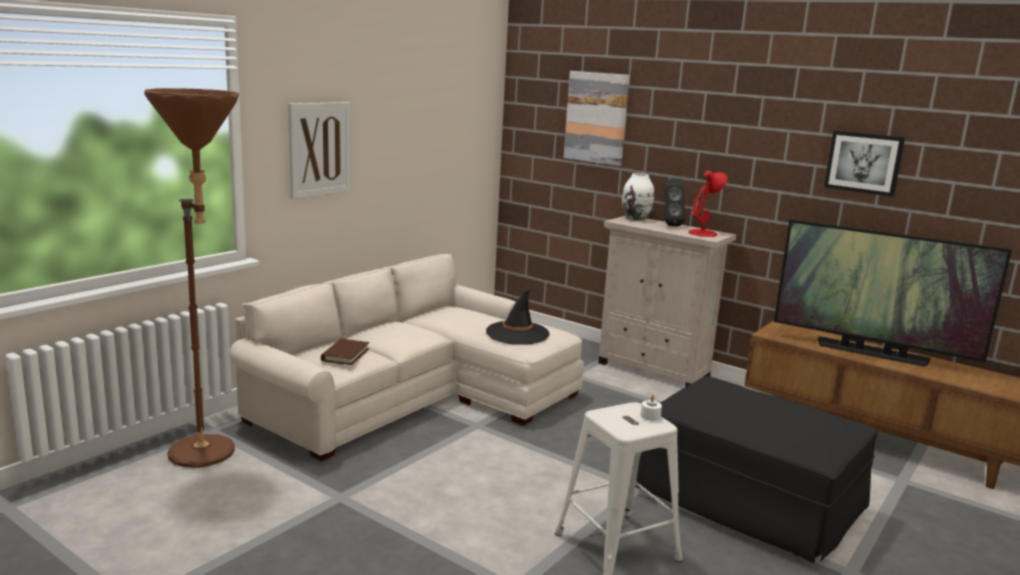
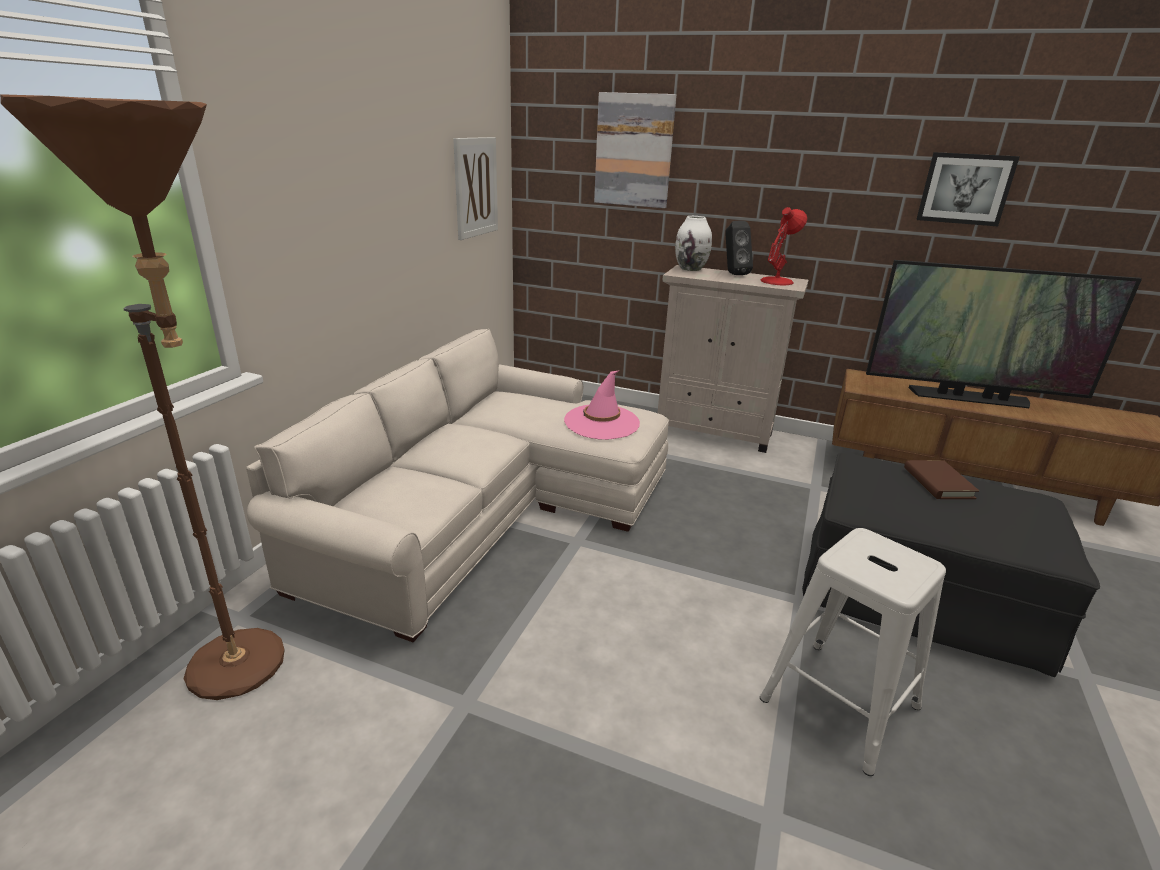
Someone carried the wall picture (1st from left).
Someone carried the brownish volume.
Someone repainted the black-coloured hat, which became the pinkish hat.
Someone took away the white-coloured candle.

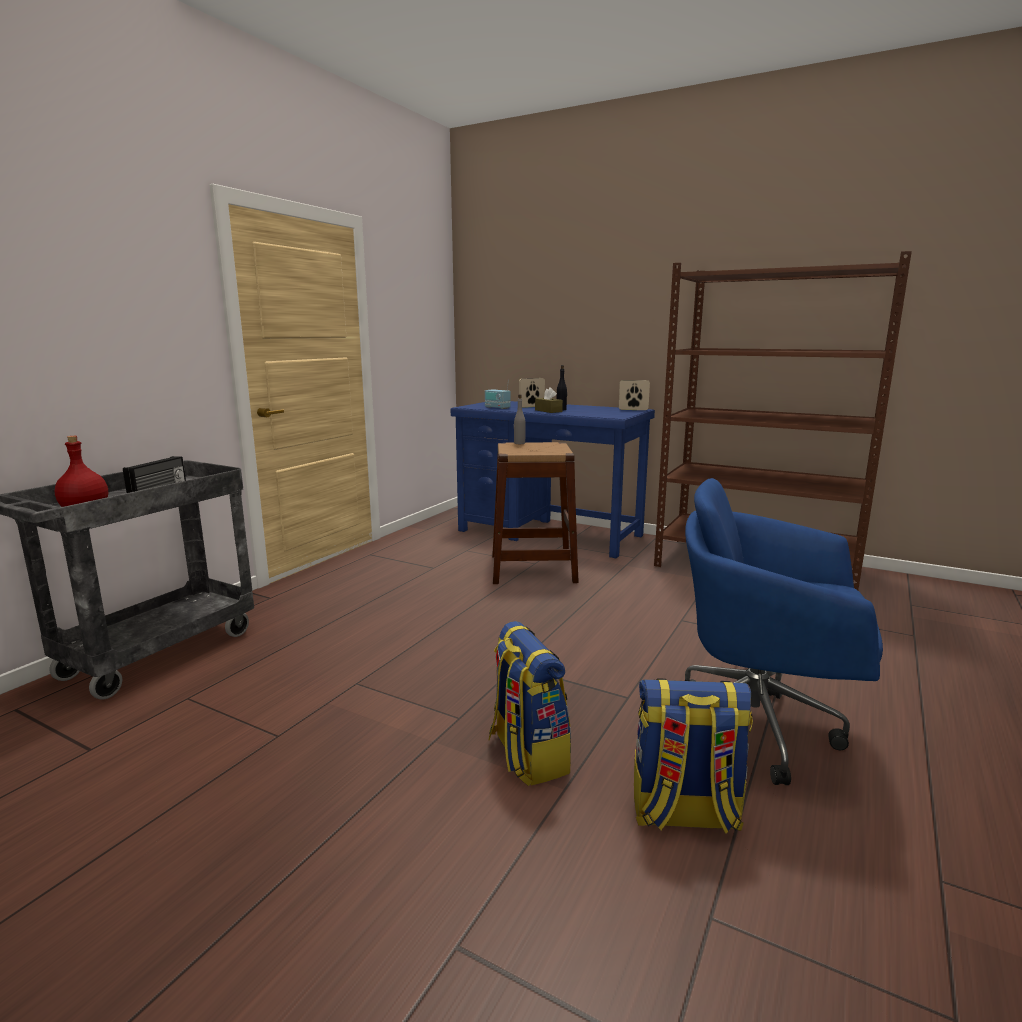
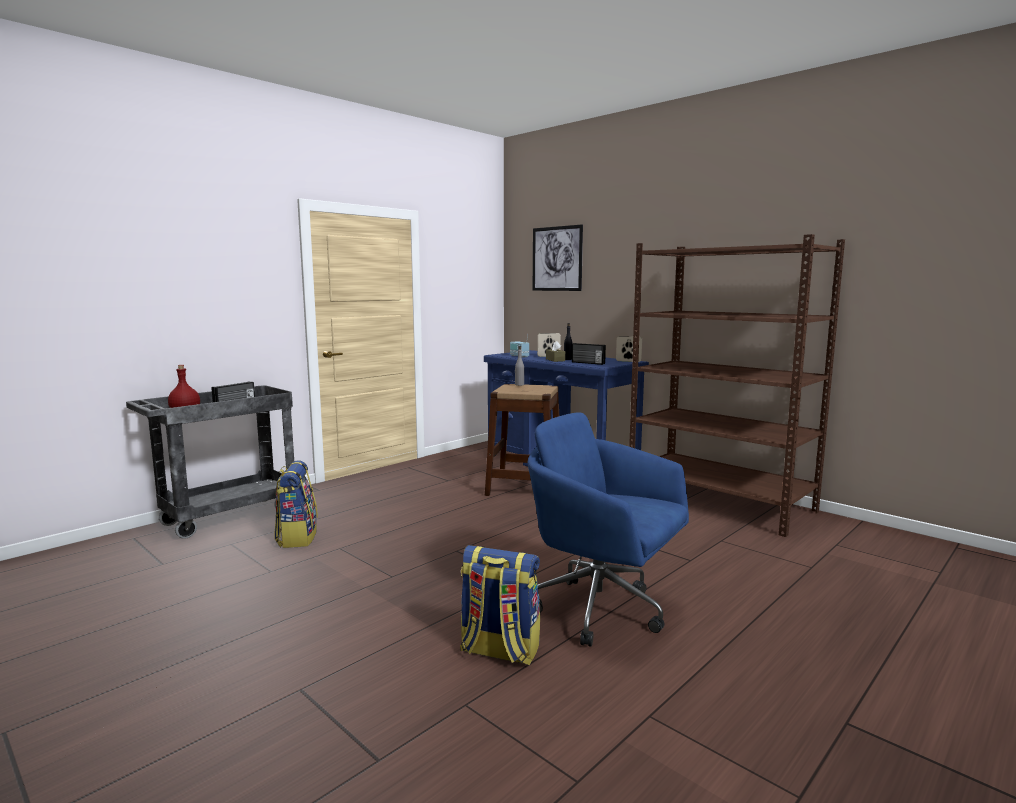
Someone carried the rucksack (1st from left).
Someone put up the wall picture.
Someone put down the radio (3rd from left).

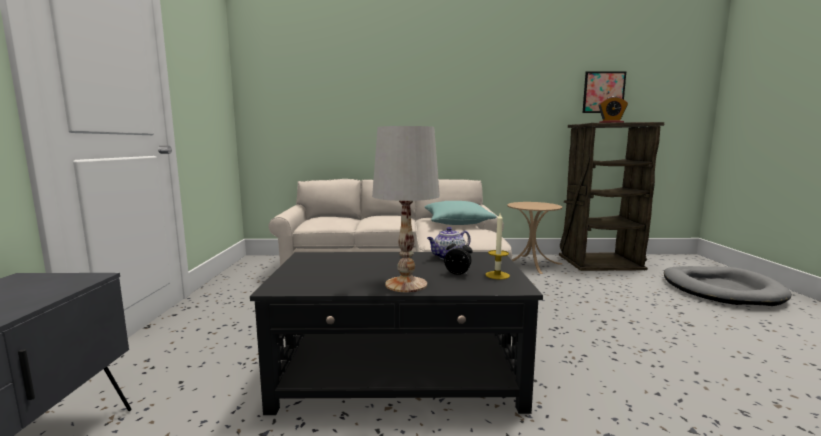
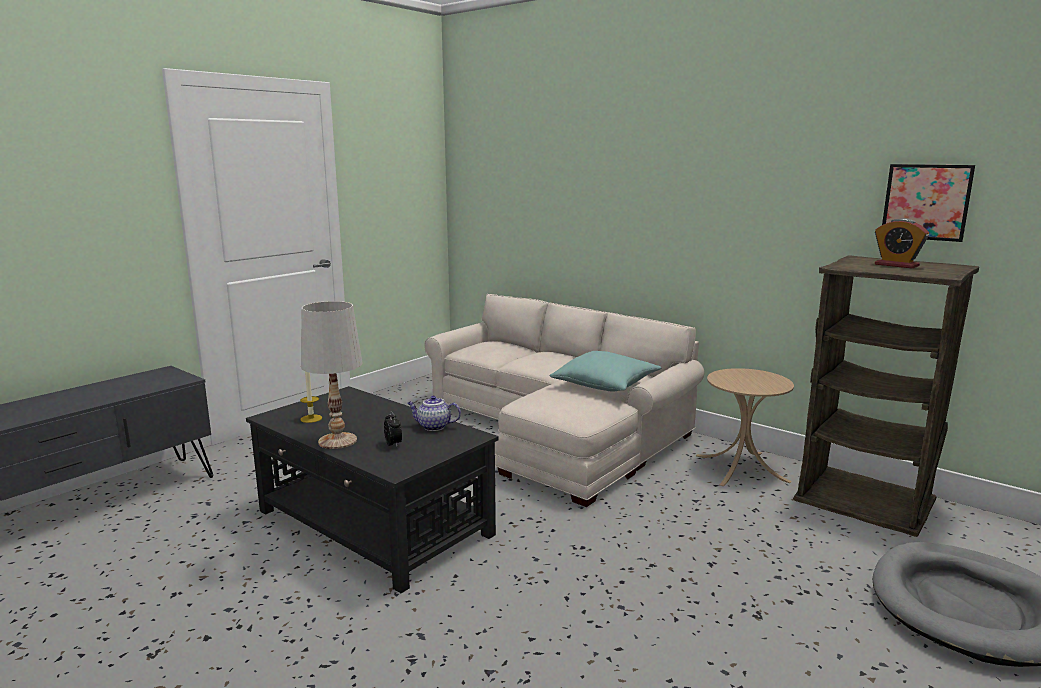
Someone carried the candle.

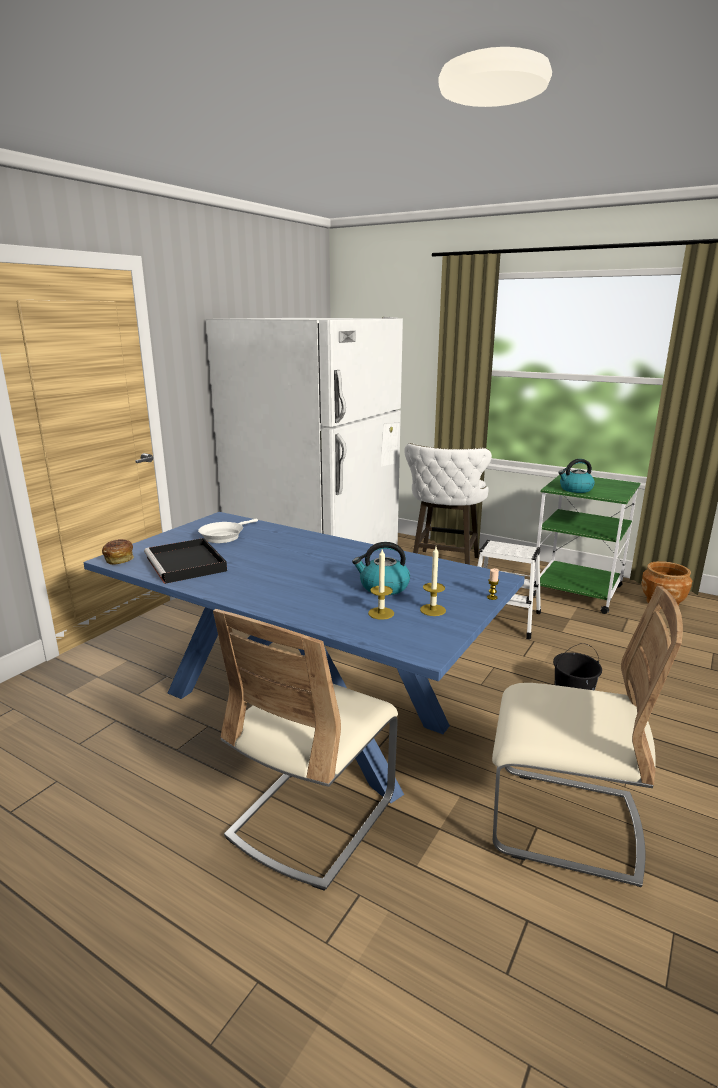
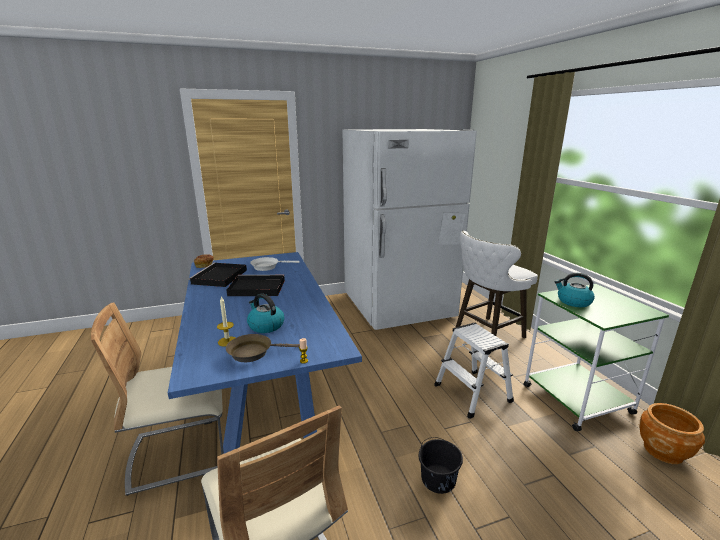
Someone swapped the candle (2nd from left) for the brownish skillet.
Someone put down the black-coloured tray (2nd from left).

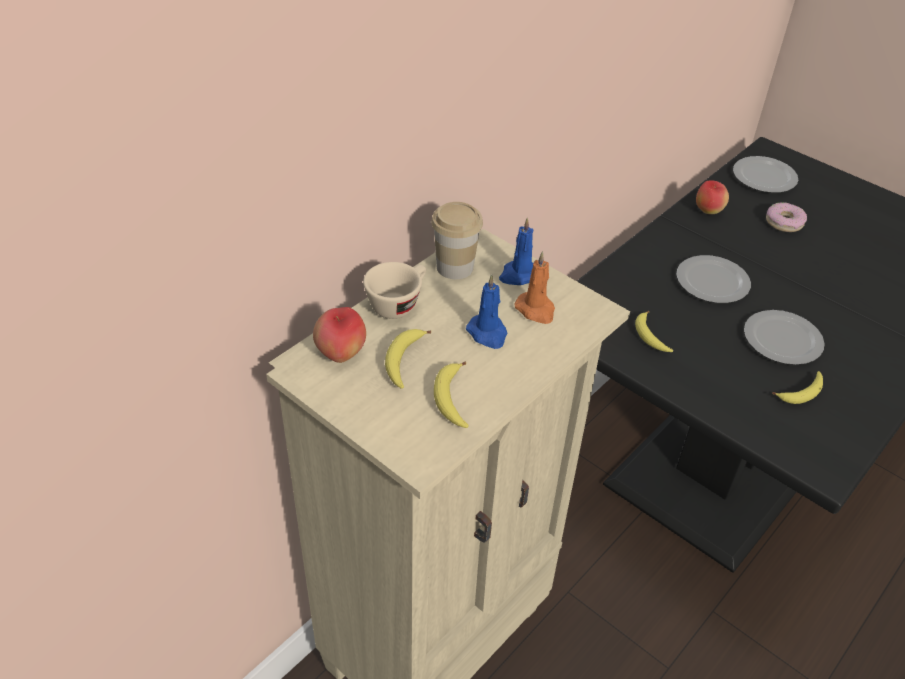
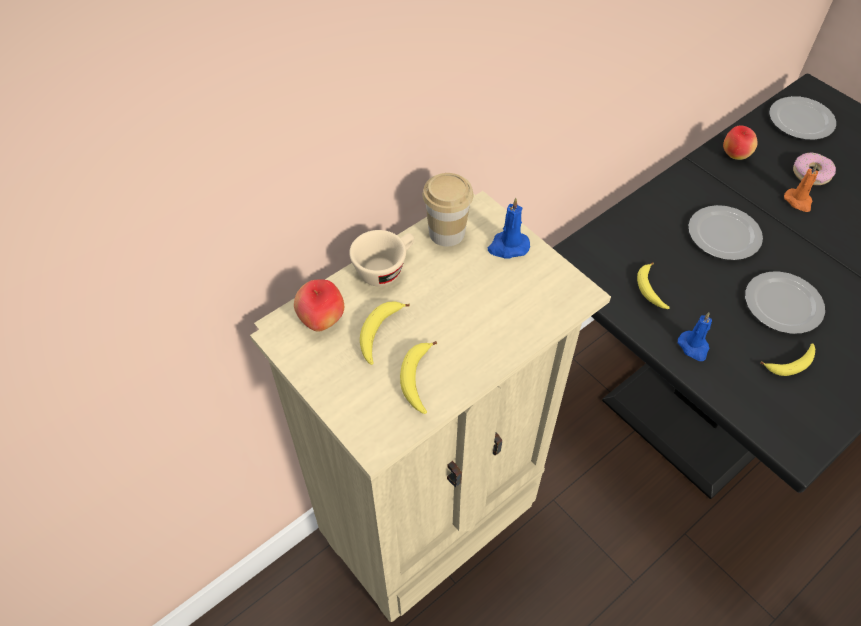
Someone carried the bluish candle (1st from left in the first image).
Someone carried the orange-coloured candle.

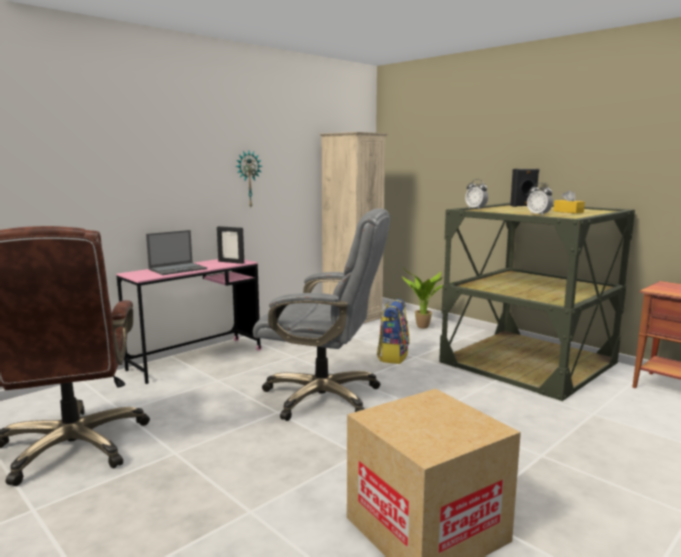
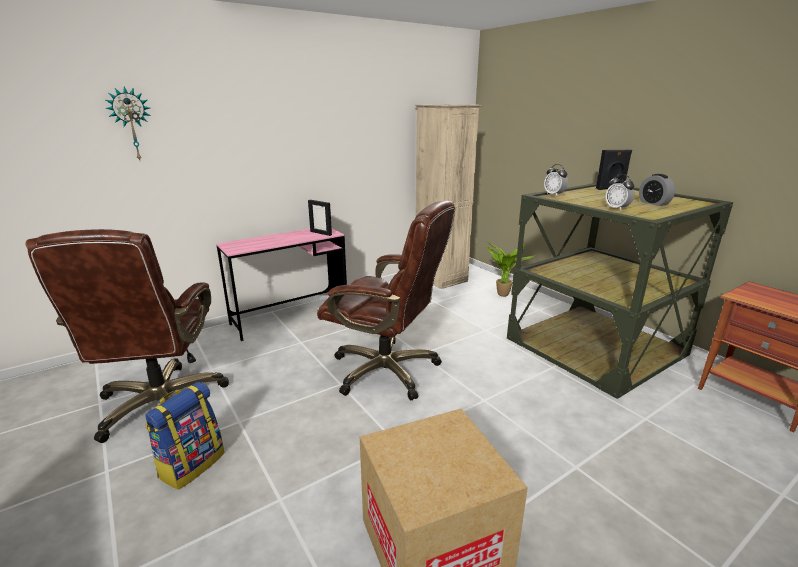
Someone took away the portable computer.
Someone carried the hanging clock.
Someone repainted the grey computer chair, which became the brownish computer chair (2nd from left).
Someone carried the rucksack.
Someone swapped the yellow-coloured tissue holder for the alarm clock (3rd from left).

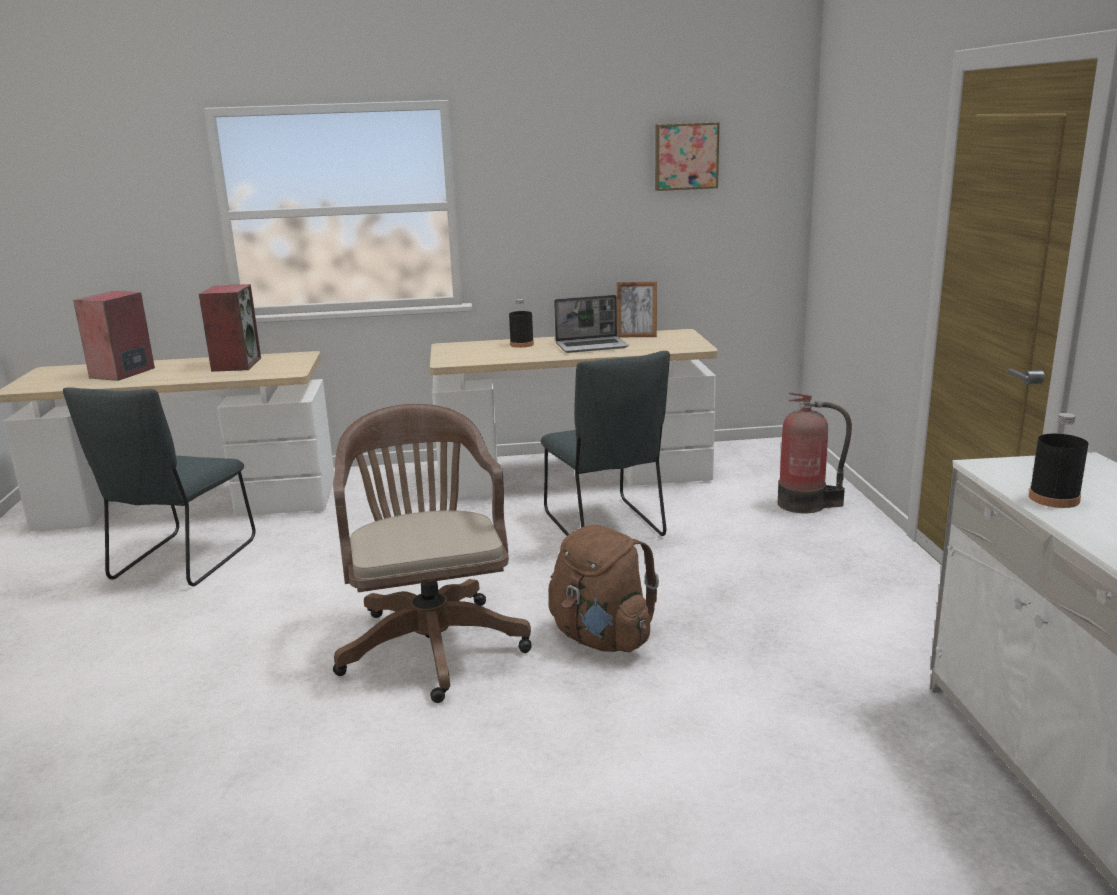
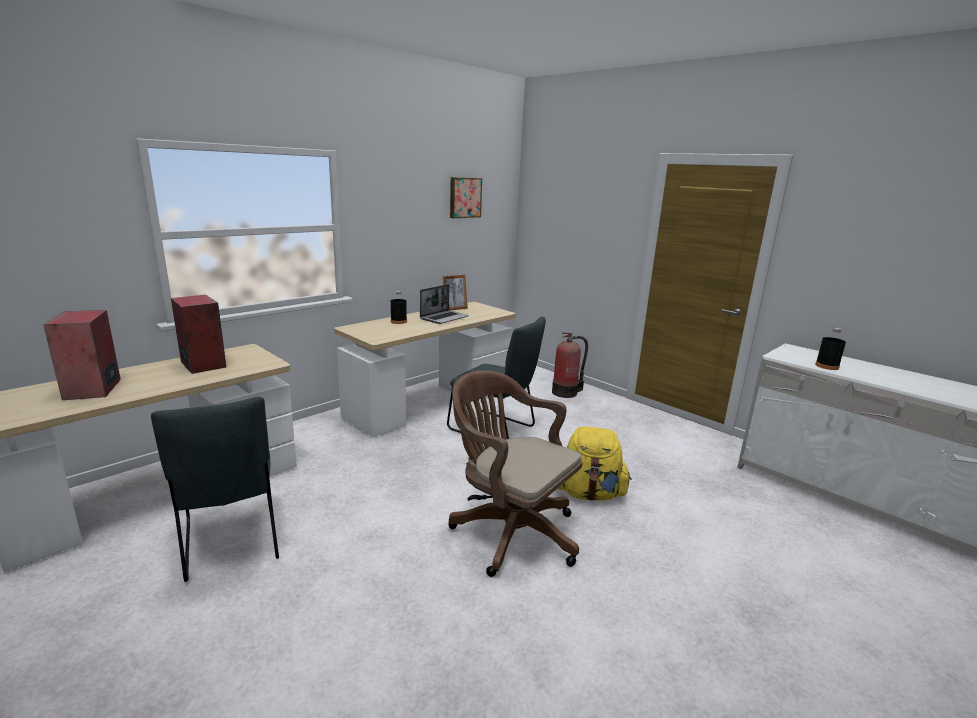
Someone repainted the brownish rucksack, which became the yellow-coloured rucksack.

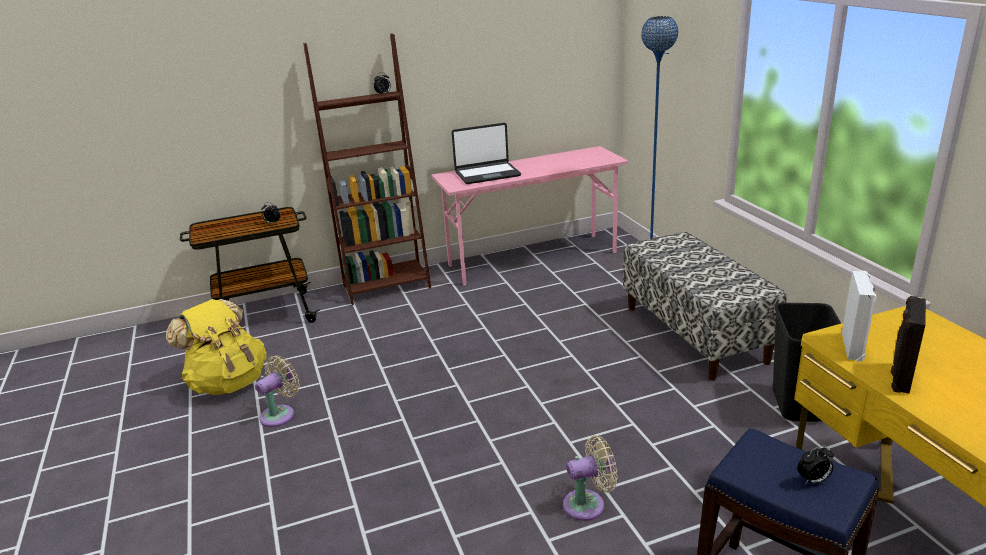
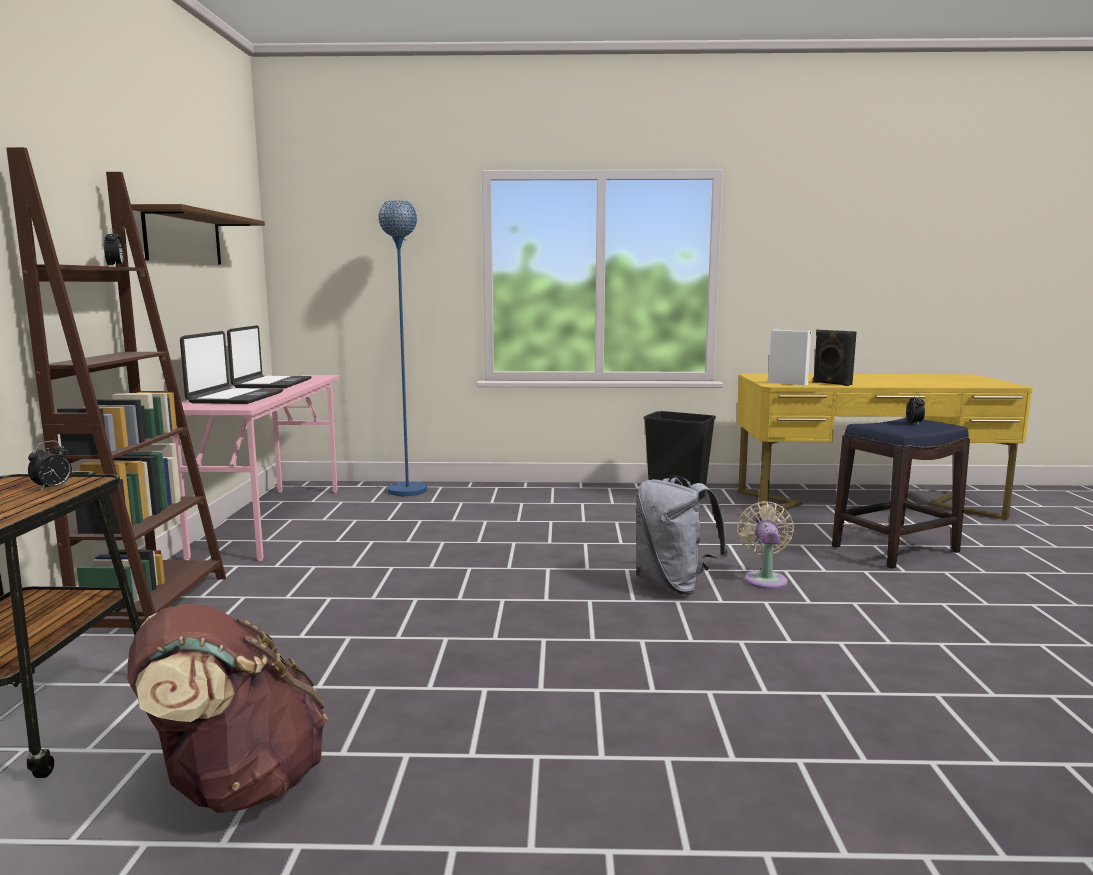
Someone repainted the yellow-coloured rucksack, which became the brownish rucksack.
Someone took away the beige-coloured cooling fan (1st from left).
Someone took away the long seat.
Someone put up the brownish shelf.
Someone put down the portable computer (2nd from left).
Someone put down the grey rucksack.

